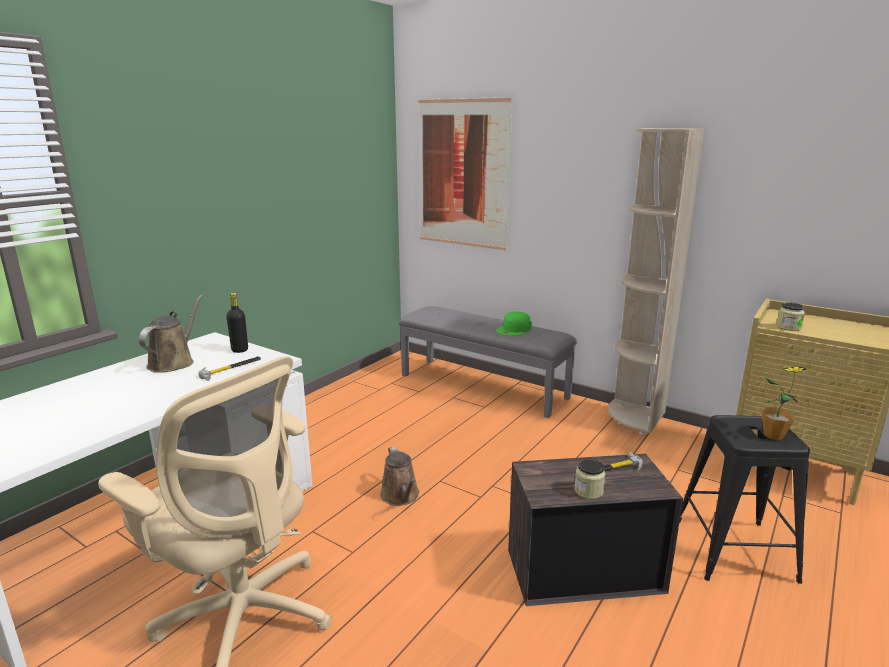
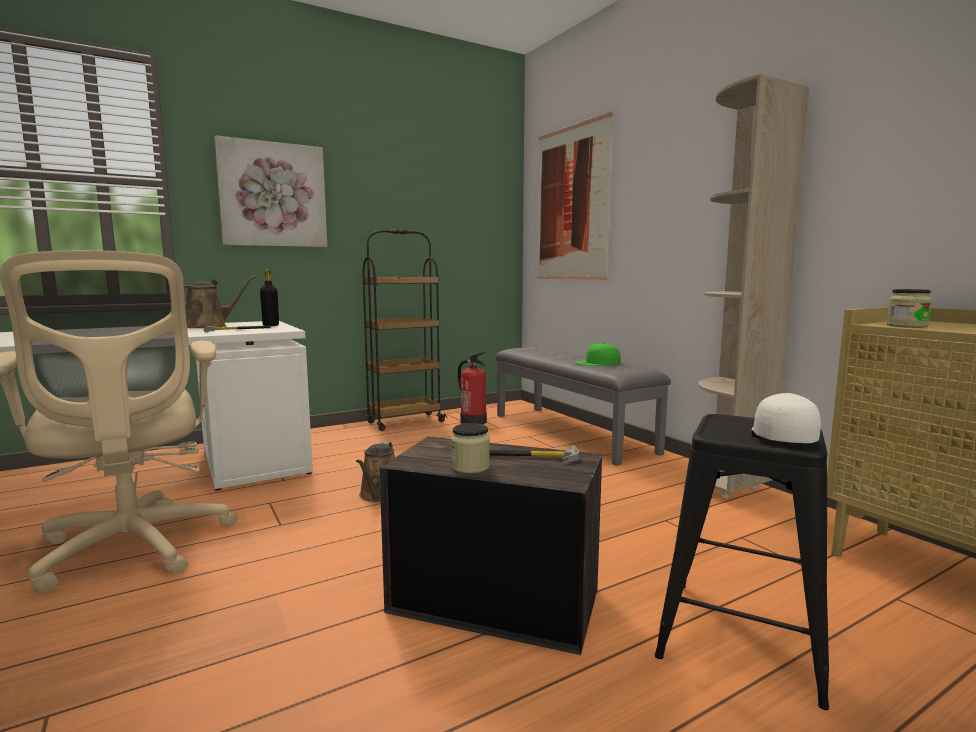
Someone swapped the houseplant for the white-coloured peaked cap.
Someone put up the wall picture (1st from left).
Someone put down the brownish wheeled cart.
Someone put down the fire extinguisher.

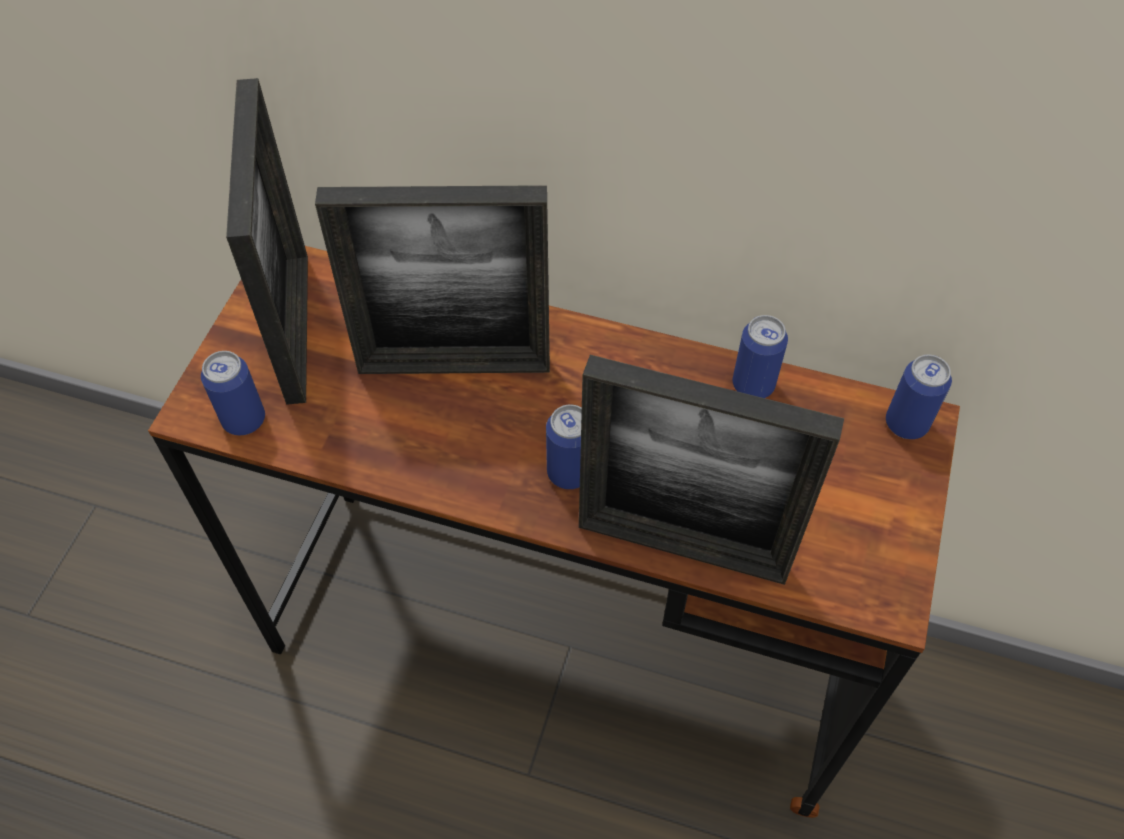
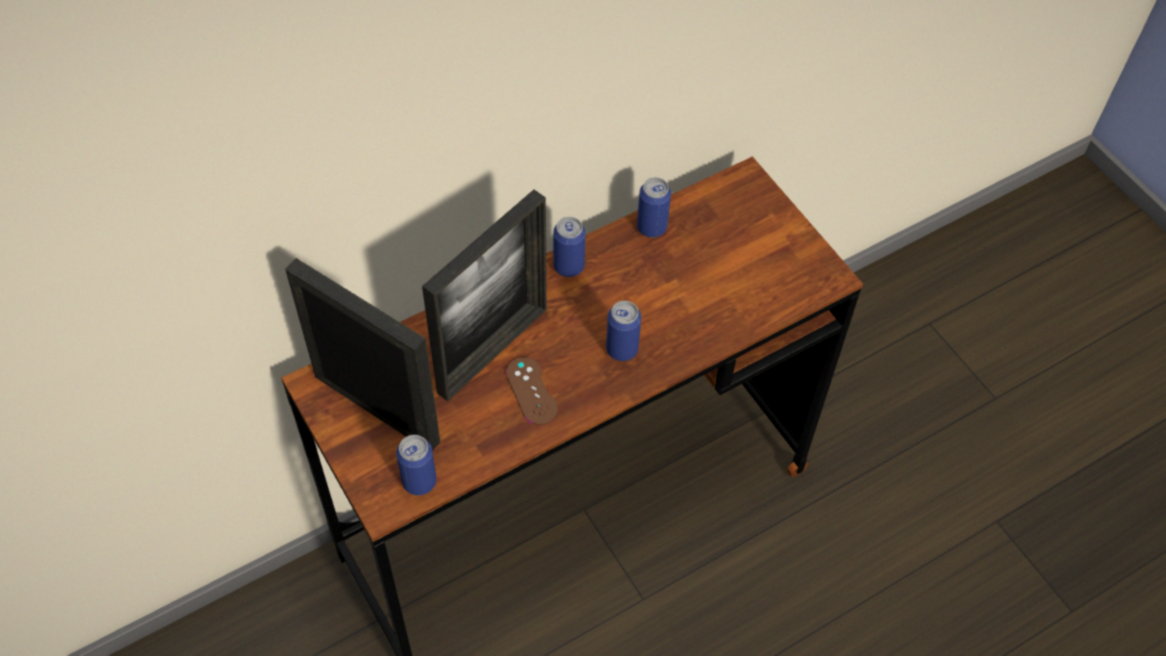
Someone took away the photo frame (3rd from left).
Someone carried the can (4th from left in the first image).
Someone put down the brownish gamepad.

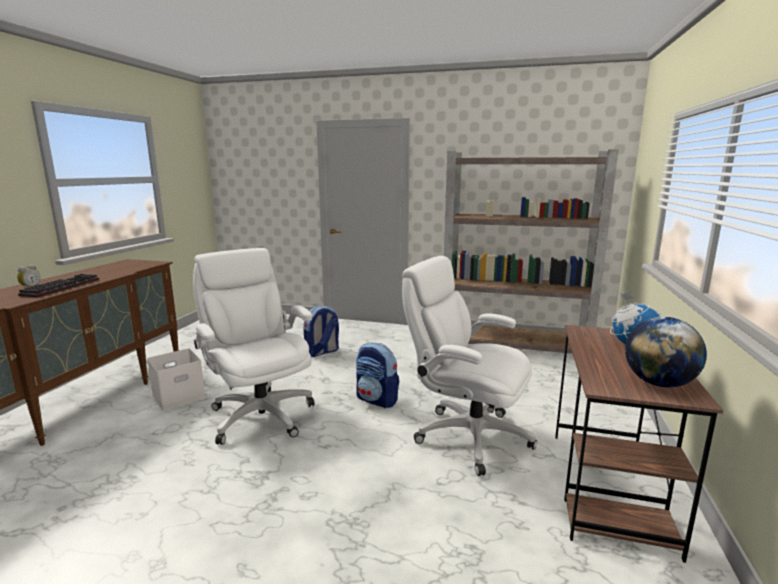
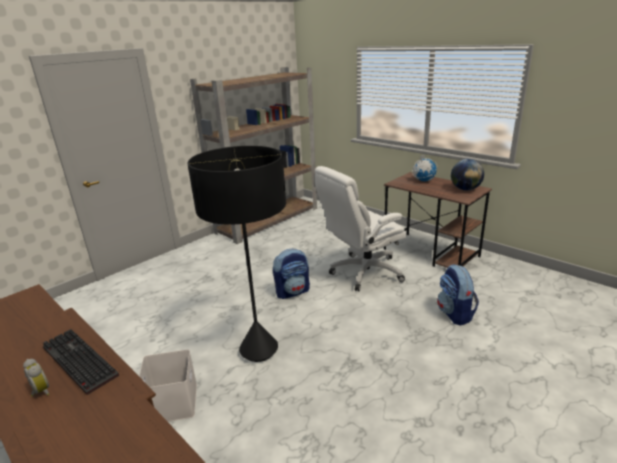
Someone swapped the white-coloured computer chair (1st from left) for the black-coloured floor lamp.
Someone carried the rucksack (1st from left in the first image).

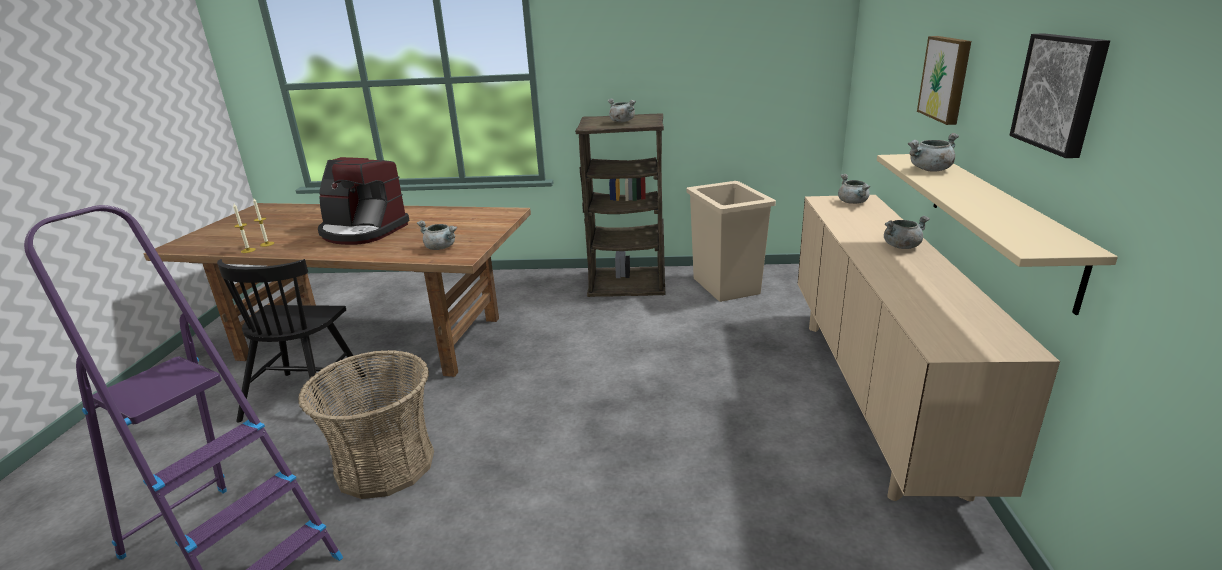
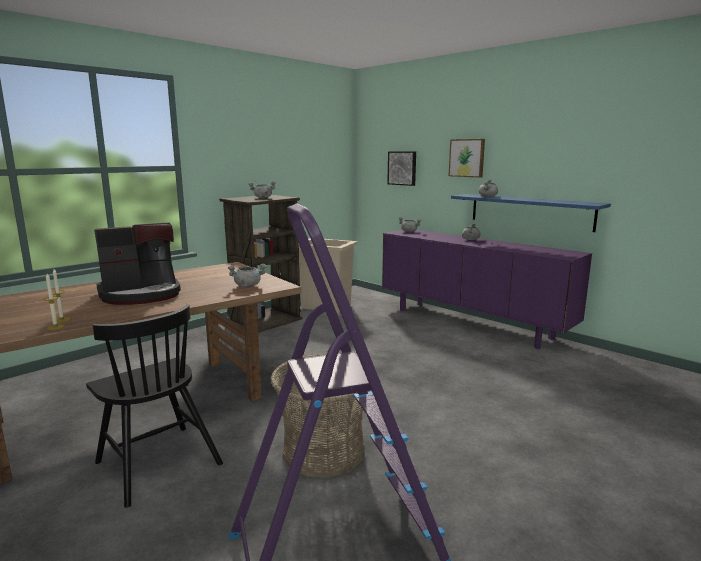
Someone repainted the beige-coloured storage cabinet, which became the purple storage cabinet.
Someone repainted the beige-coloured shelf, which became the bluish shelf.
Someone carried the wall picture (2nd from left in the first image).

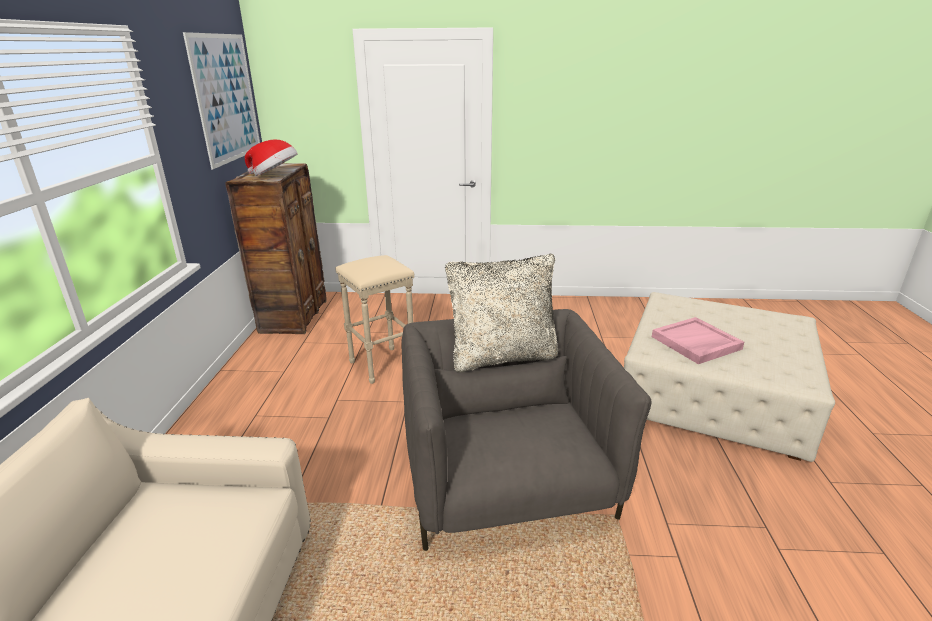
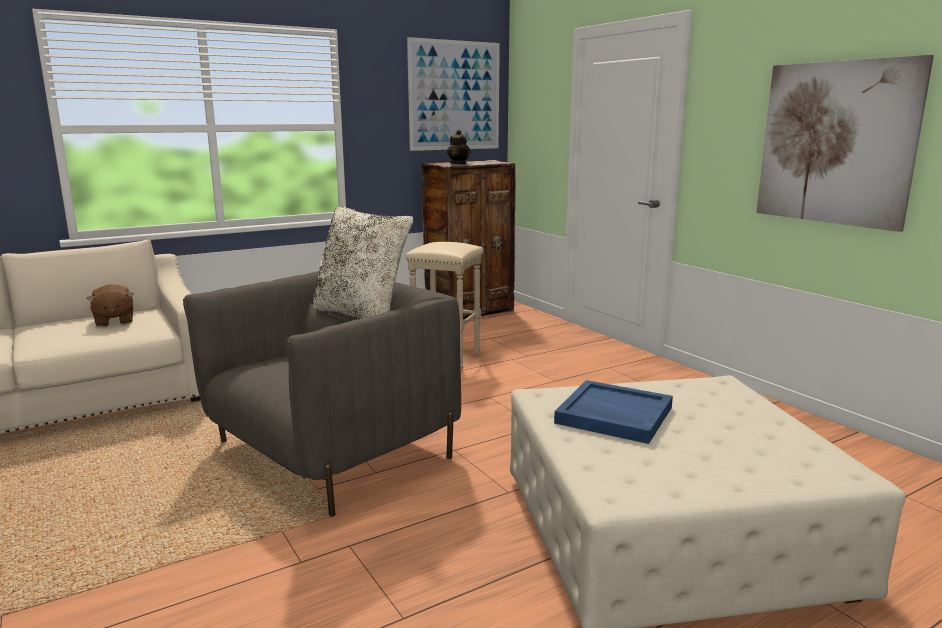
Someone swapped the hat for the pot for tea.
Someone repainted the pinkish tray, which became the bluish tray.
Someone put down the brownish soft toy.
Someone put up the wall picture (2nd from left).

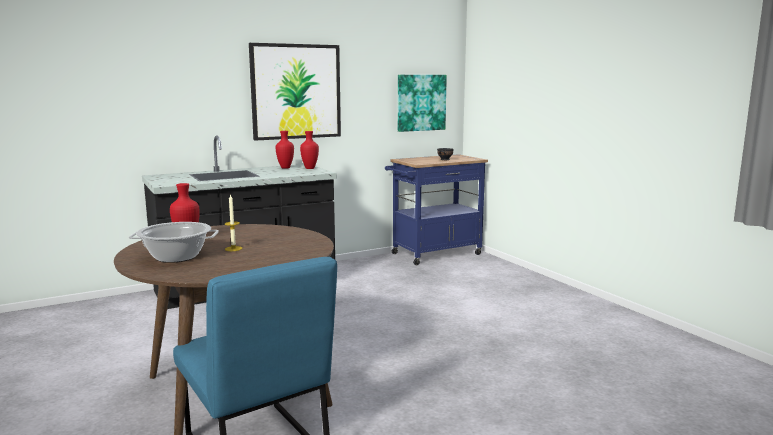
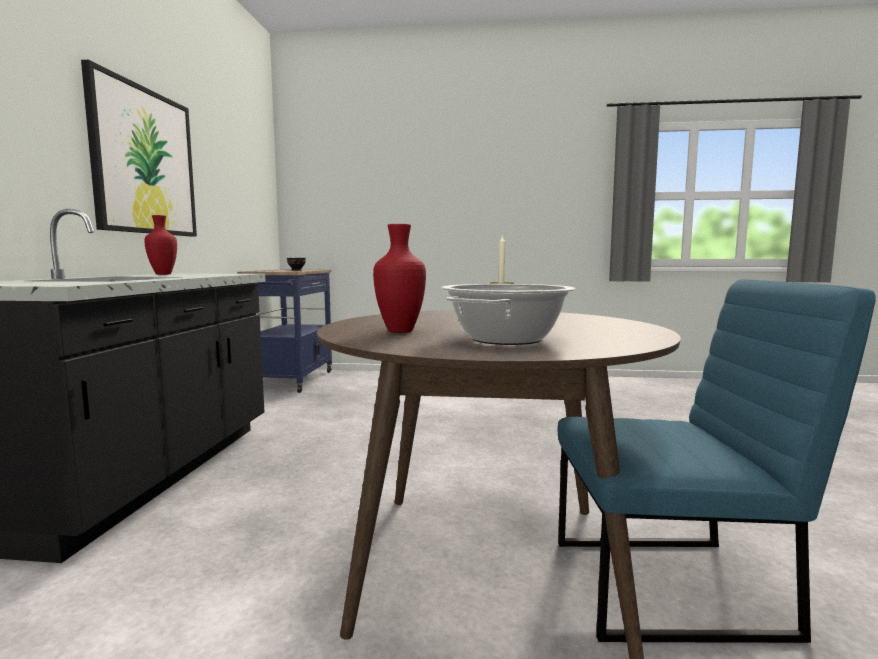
Someone took away the red-coloured decorative vase (3rd from left).
Someone took away the wall picture (2nd from left).

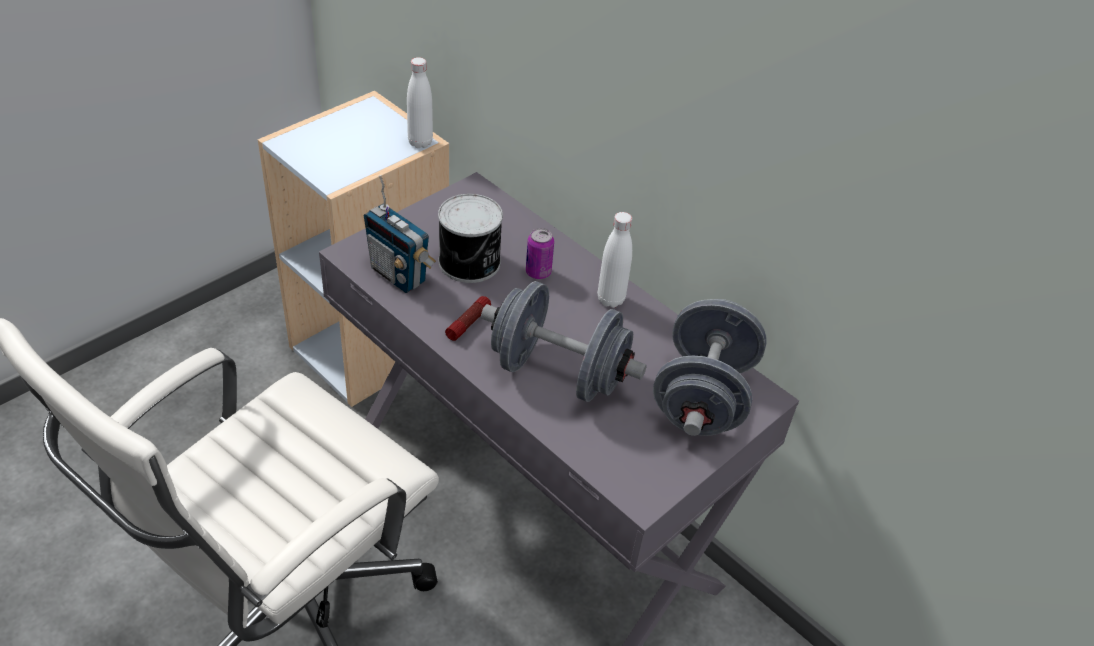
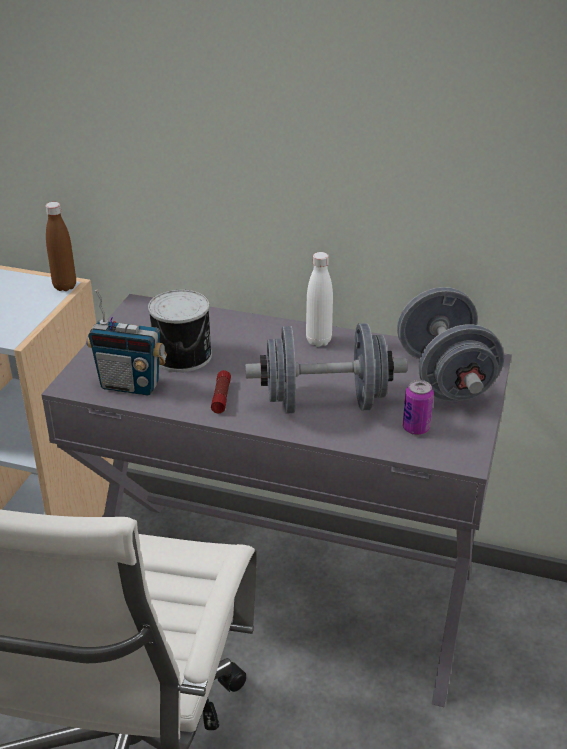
Someone repainted the white-coloured beverage bottle (1st from left), which became the brownish beverage bottle.
Someone carried the can (2nd from left).

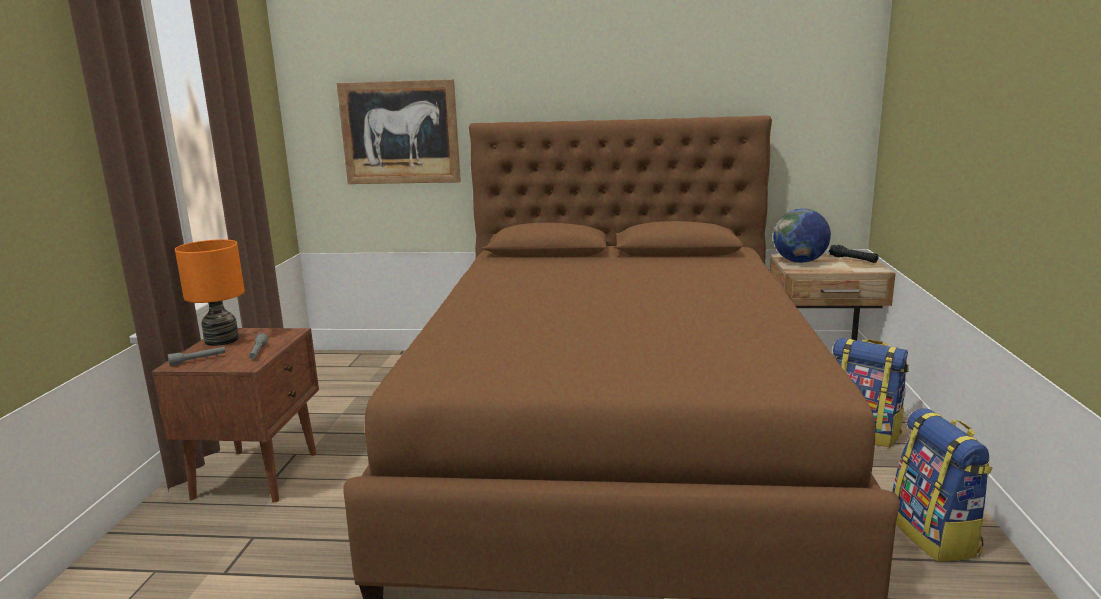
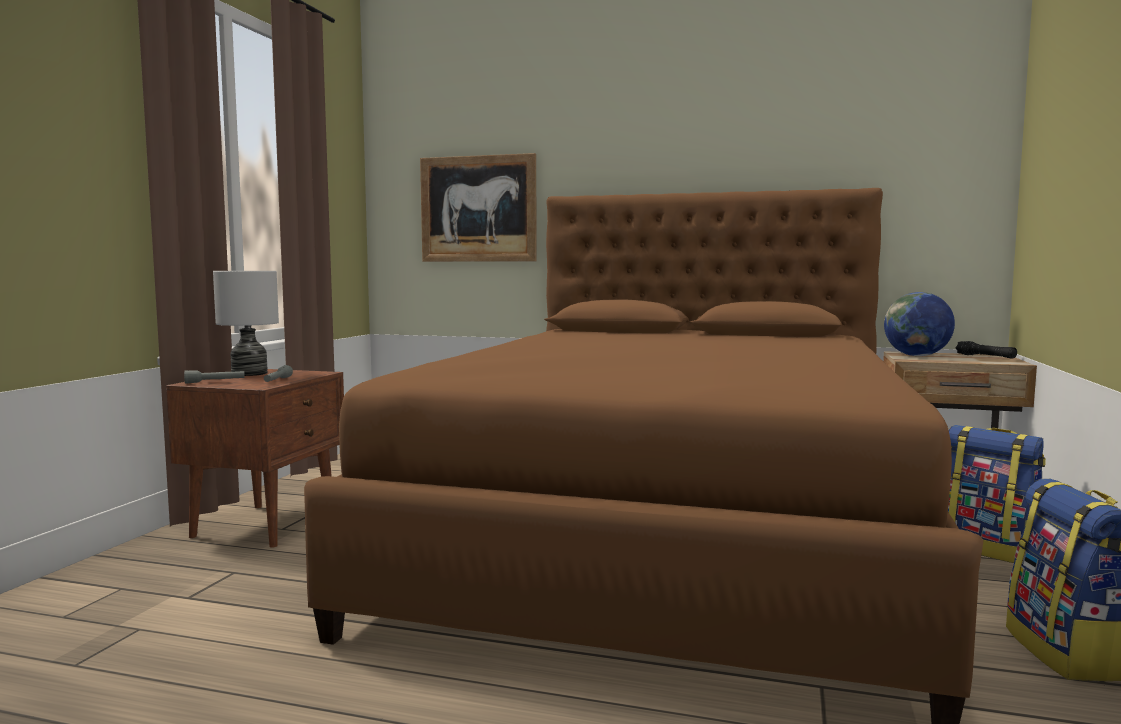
Someone repainted the orange-coloured lamp for a table, which became the grey lamp for a table.

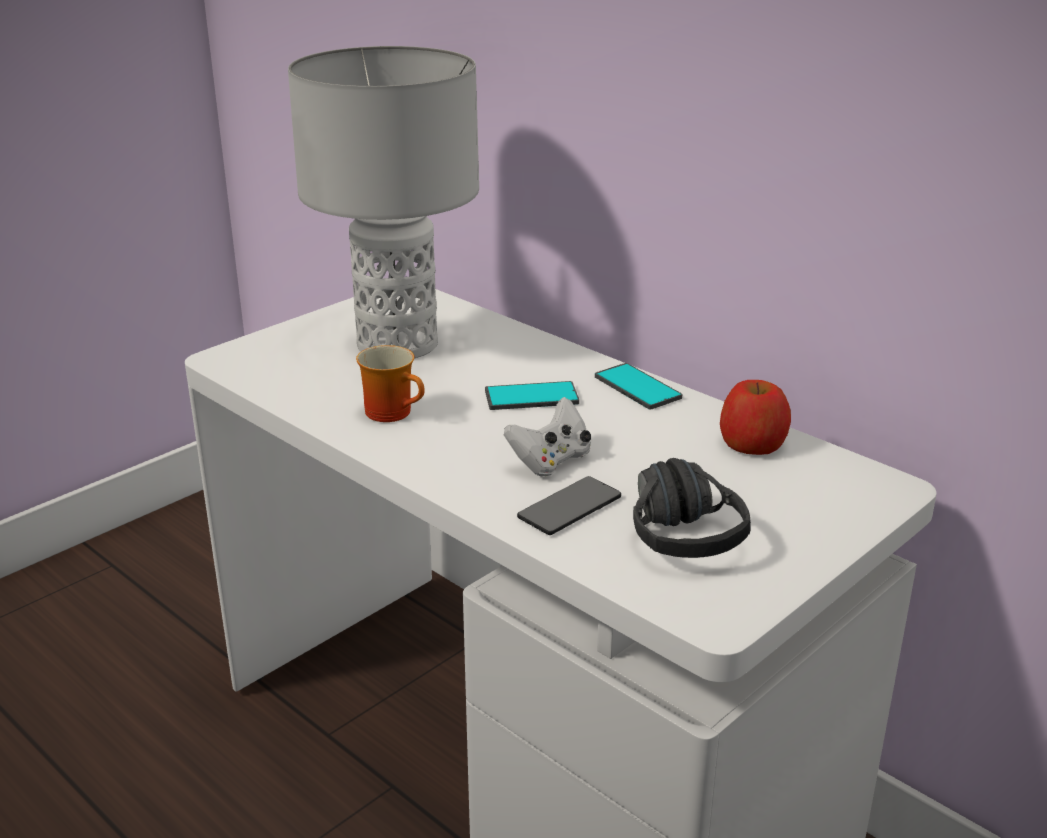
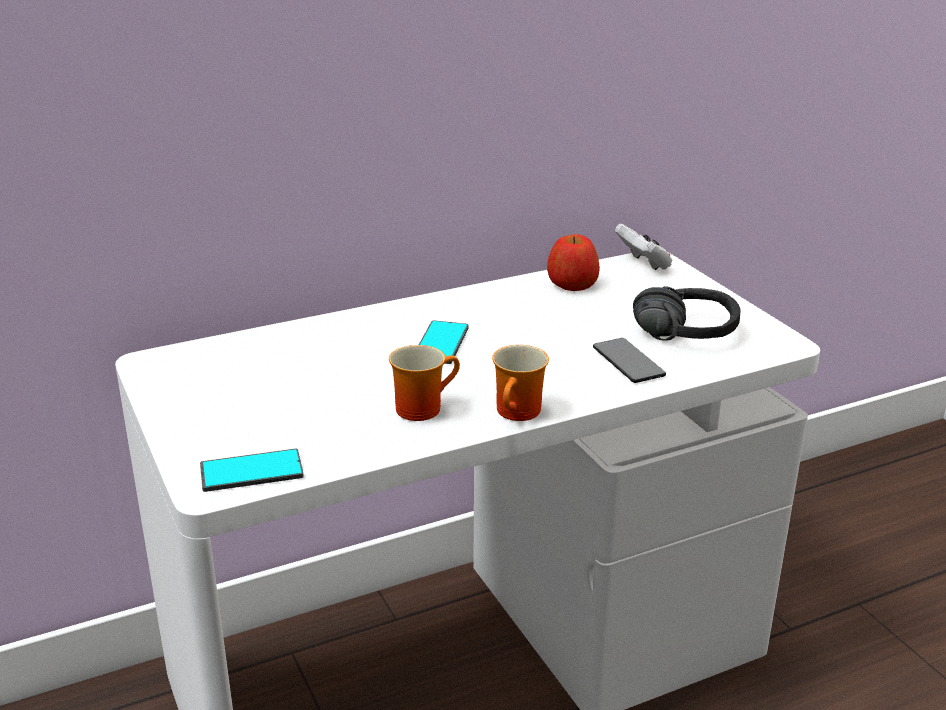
Someone took away the white-coloured lamp for a table.
Someone carried the white-coloured gamepad.
Someone carried the phone (3rd from left in the first image).
Someone put down the tea mug (2nd from left).

